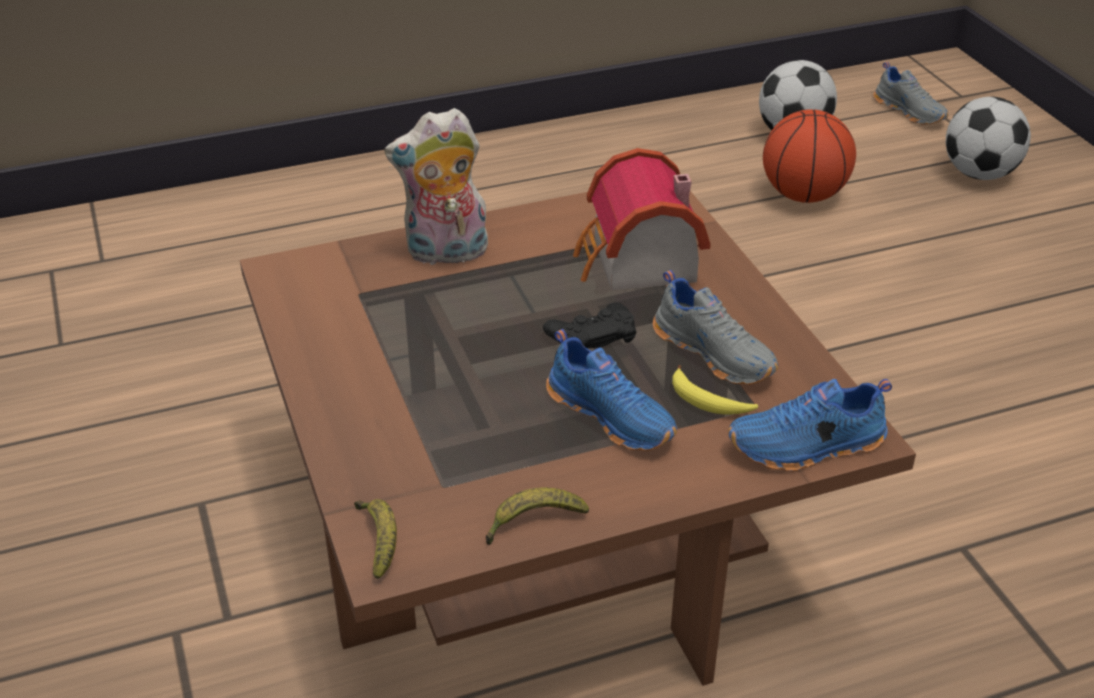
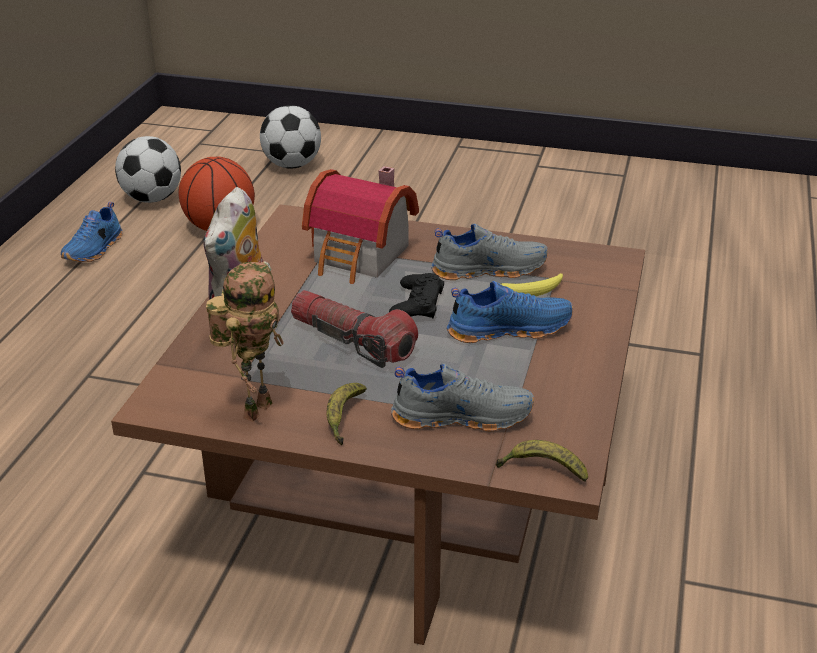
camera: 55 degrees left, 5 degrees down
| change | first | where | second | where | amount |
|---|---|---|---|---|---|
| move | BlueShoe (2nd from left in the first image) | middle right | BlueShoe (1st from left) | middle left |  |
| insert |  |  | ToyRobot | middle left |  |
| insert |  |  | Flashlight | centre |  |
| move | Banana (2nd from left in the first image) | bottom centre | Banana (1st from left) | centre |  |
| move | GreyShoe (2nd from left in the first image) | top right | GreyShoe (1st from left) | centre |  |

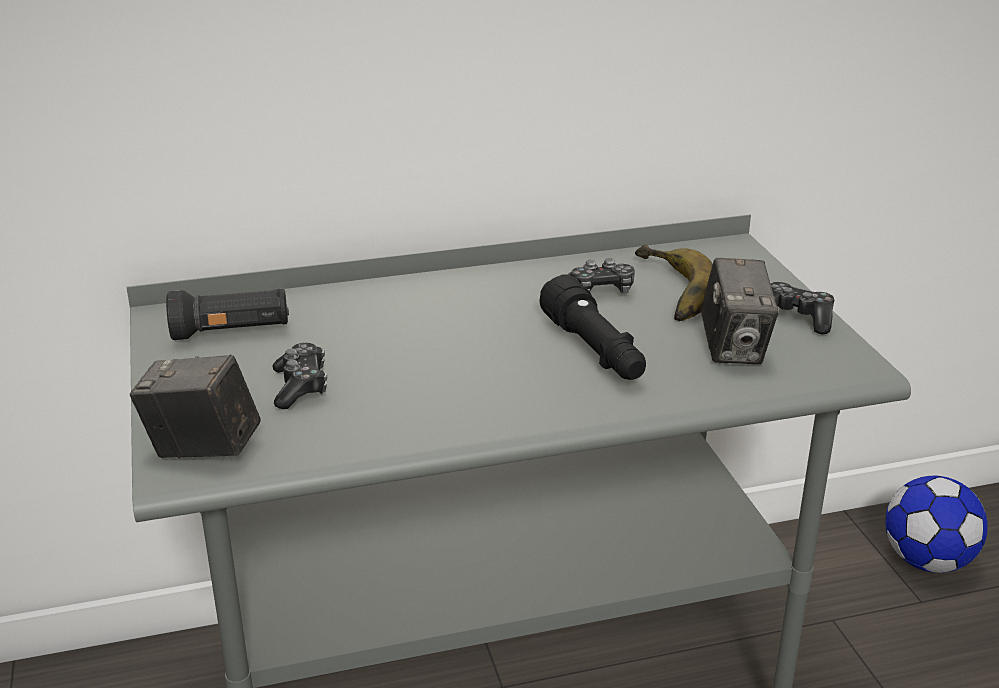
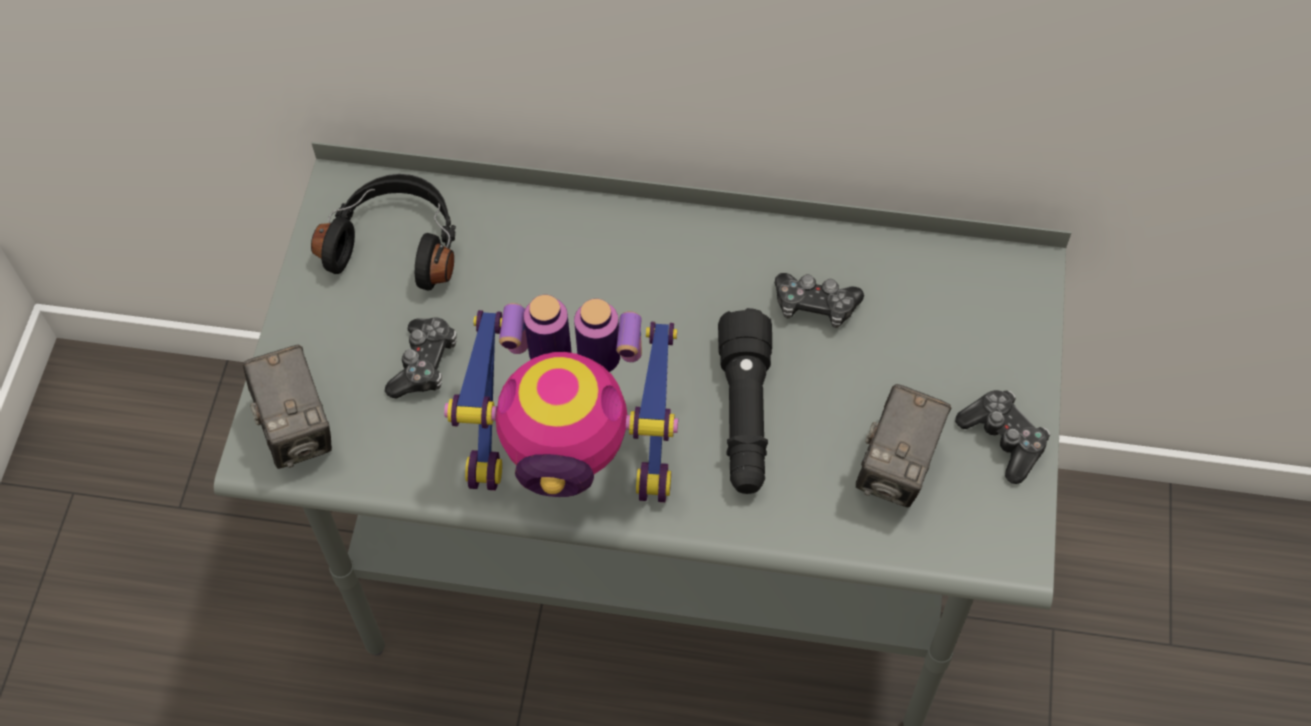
camera: 25 degrees right, 30 degrees up
| change | first | where | second | where | amount |
|---|---|---|---|---|---|
| rotate | PhotoCamera (1st from left) | middle left |  | middle left | 150 degrees counterclockwise |
| replace | BlackFlashlight (1st from left) | middle left | BlackHeadphones | top left |  |
| insert |  |  | ToyRobot | centre |  |
| delete | Banana | middle right |  |  |  |
| delete | Football | bottom right |  |  |  |

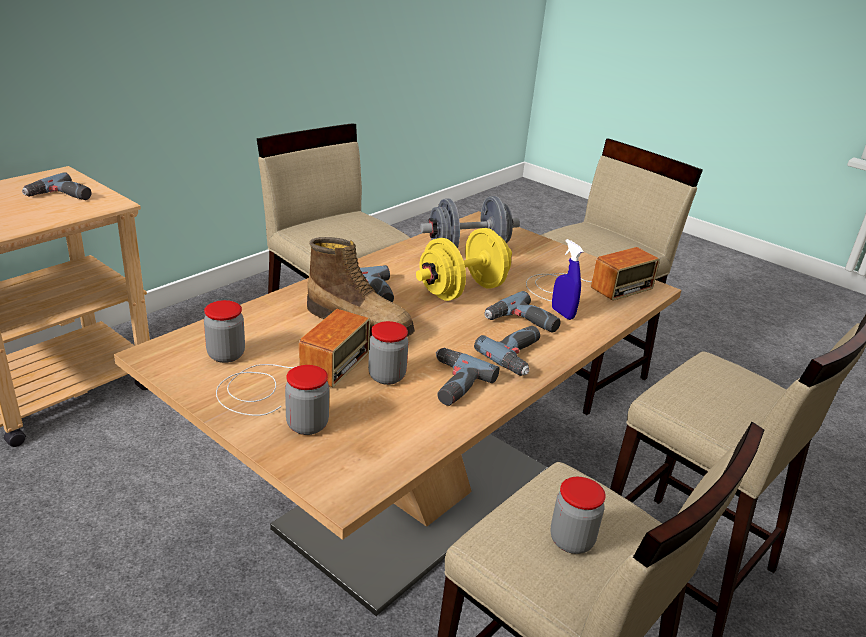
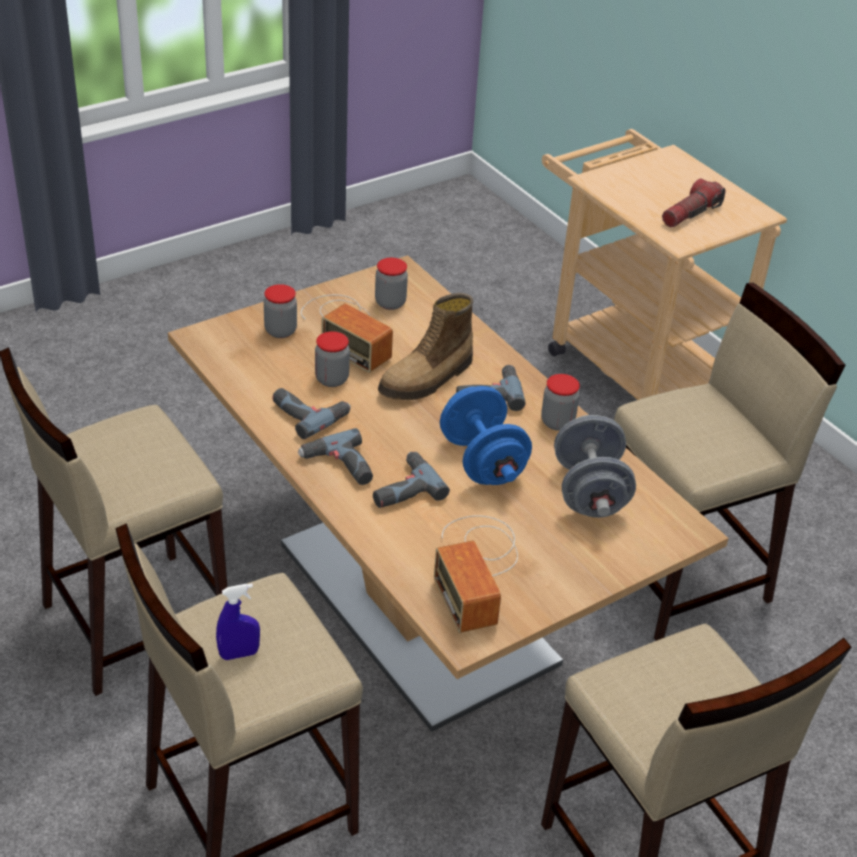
camera: 105 degrees right, 10 degrees up
| change | first | where | second | where | amount |
|---|---|---|---|---|---|
| move | BlueSprayBottle | centre |  | bottom left |  |
| recolor | YellowDumbbell | centre | BlueDumbbell | centre |  |
| move | Jar (4th from left) | bottom right |  | centre |  |
| replace | PowerDrill (1st from left) | top left | Flashlight | top right |  |

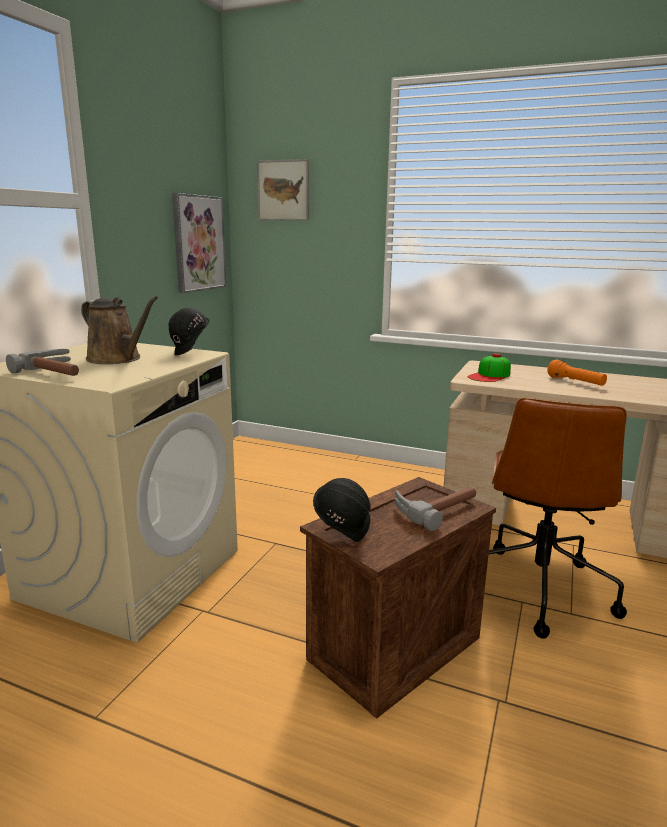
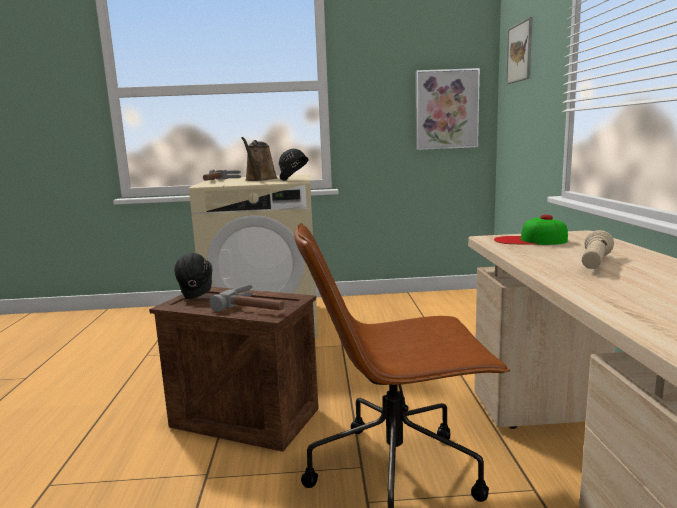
camera: 65 degrees right, 5 degrees down
| change | first | where | second | where | amount |
|---|---|---|---|---|---|
| recolor | OrangeFlashlight | middle right | BeigeFlashlight | middle right |  |

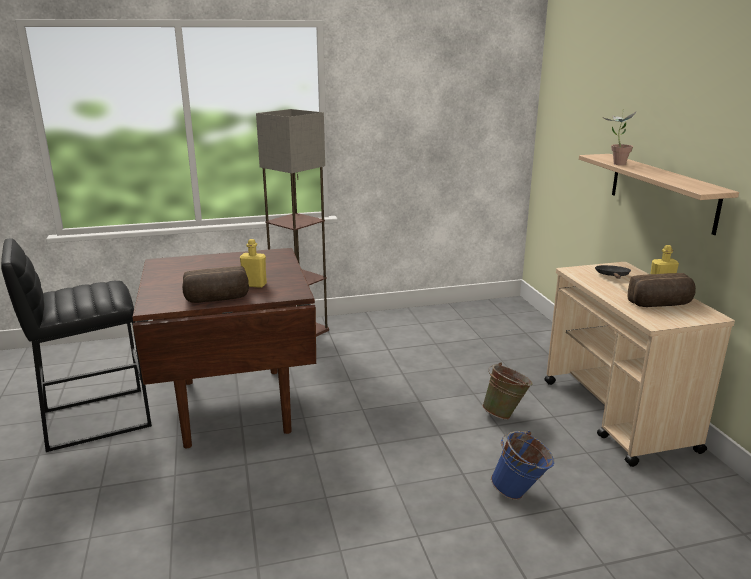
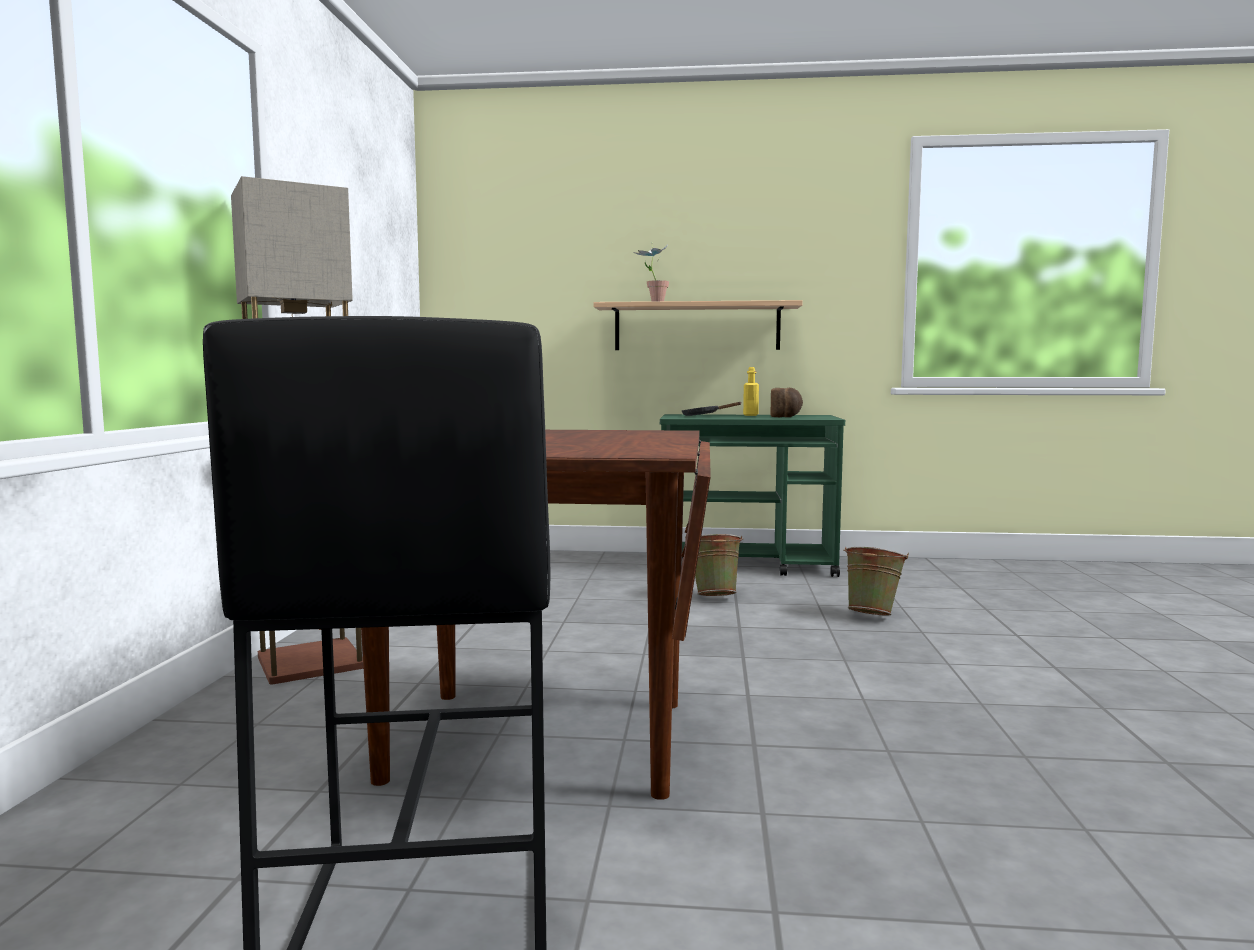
camera: 70 degrees left, 15 degrees down
| change | first | where | second | where | amount |
|---|---|---|---|---|---|
| recolor | BeigeCart | middle right | GreenCart | centre |  |
| recolor | BlueBucket | bottom right | GreenBucket (2nd from left) | middle right |  |
| delete | Bread (1st from left) | middle left |  |  |  |
| delete | YellowBottle (1st from left) | centre |  |  |  |

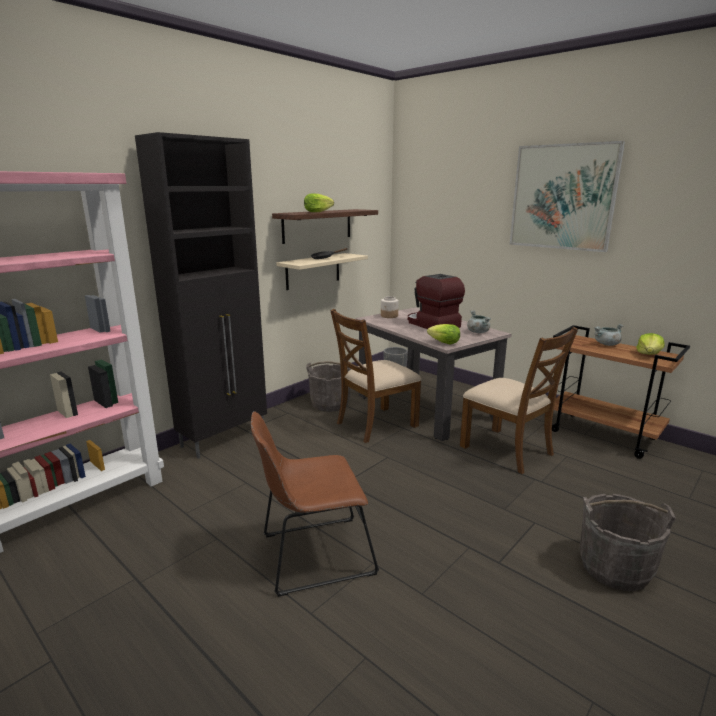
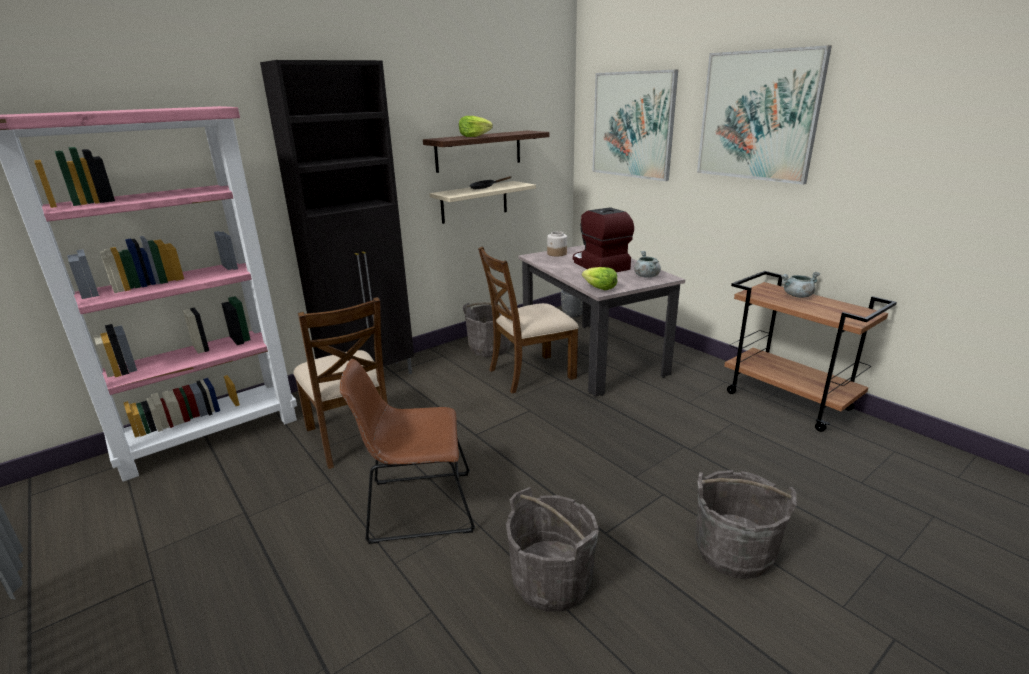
camera: 10 degrees right, 5 degrees up
| change | first | where | second | where | amount |
|---|---|---|---|---|---|
| move | BrownChair (3rd from left in the first image) | middle right | BrownChair (1st from left) | middle left |  |
| insert |  |  | GreyBucket (2nd from left) | bottom centre |  |
| insert |  |  | Picture (1st from left) | top centre |  |
| delete | Lettuce (3rd from left) | middle right |  |  |  |

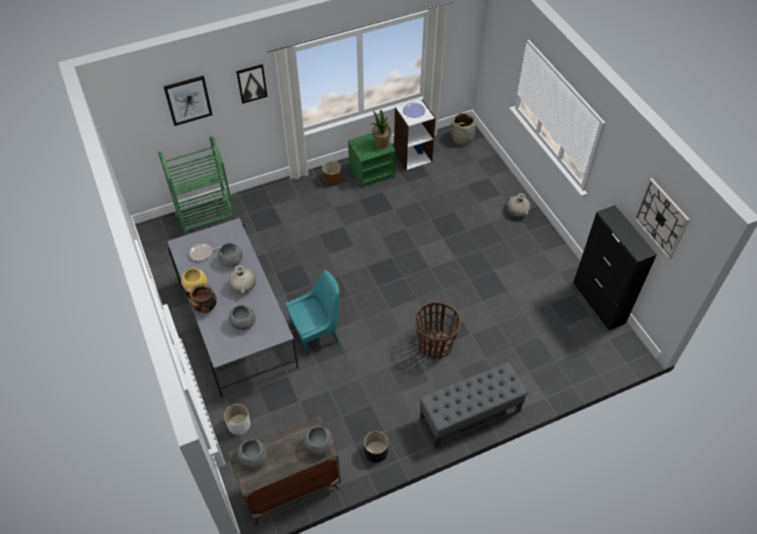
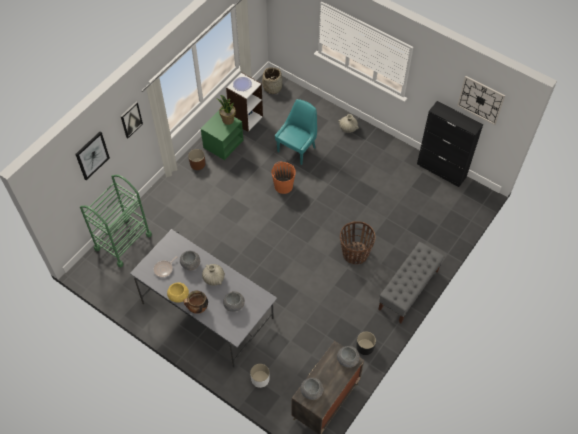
camera: 30 degrees left, 5 degrees up
| change | first | where | second | where | amount |
|---|---|---|---|---|---|
| insert |  |  | OrangeBucket | centre |  |
| move | TurquoiseChair | centre |  | top centre |  |

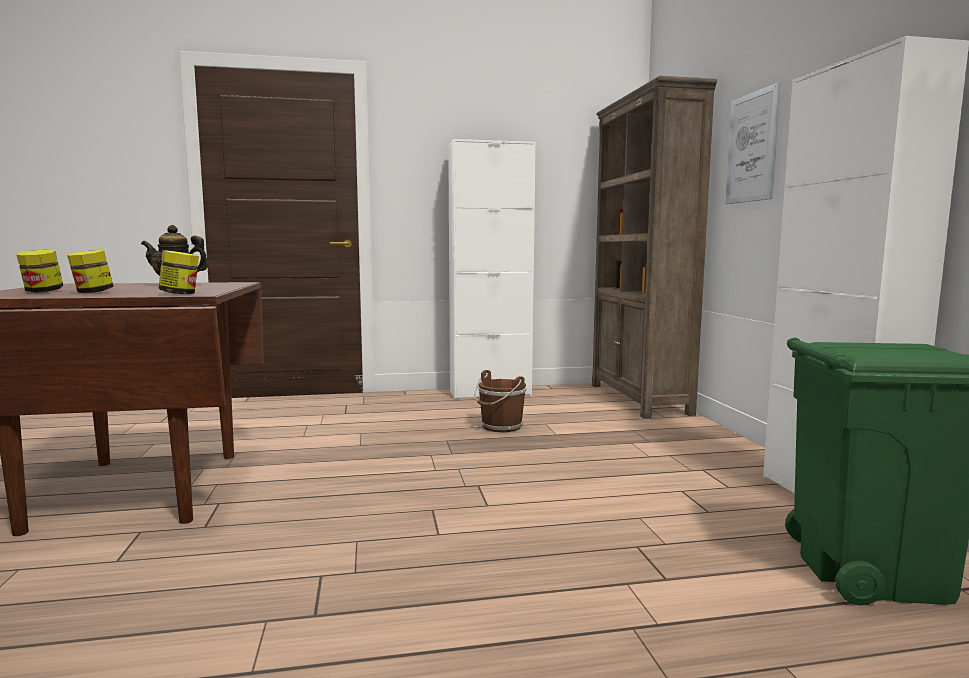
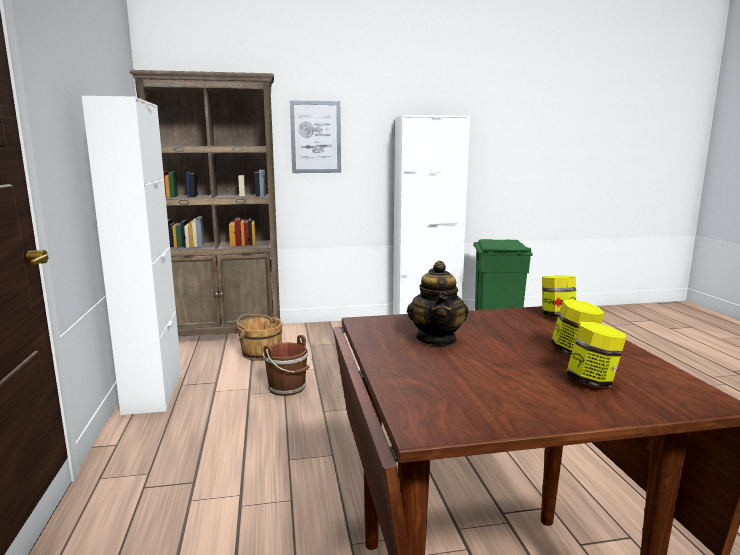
camera: 90 degrees left, 5 degrees up
| change | first | where | second | where | amount |
|---|---|---|---|---|---|
| insert |  |  | BrownBucket (1st from left) | centre |  |

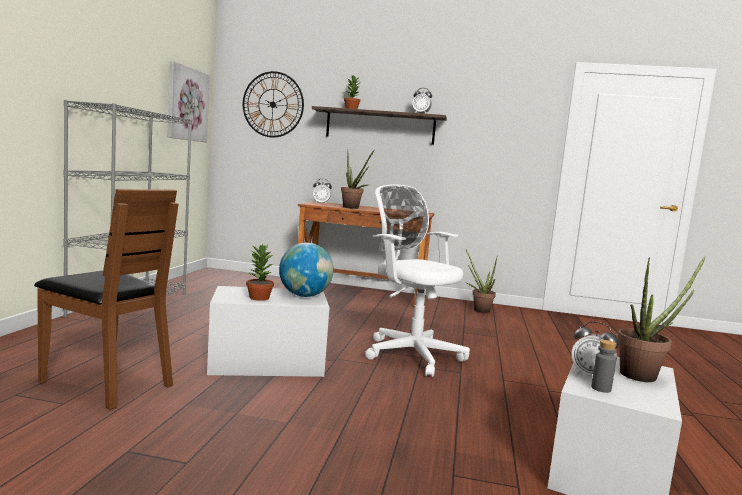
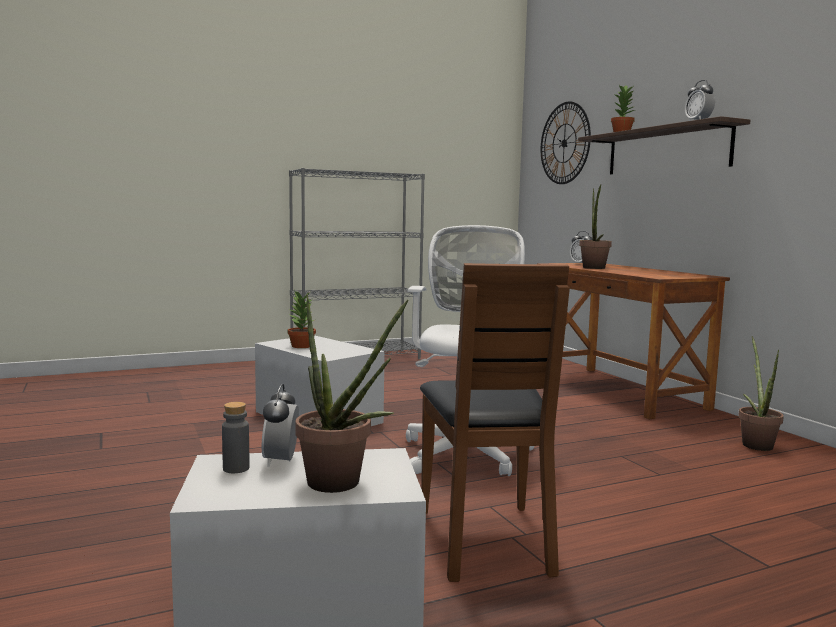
camera: 55 degrees right, 0 degrees up
| change | first | where | second | where | amount |
|---|---|---|---|---|---|
| move | BrownChair | middle left |  | bottom centre |  |
| delete | Picture | top left |  |  |  |
| delete | Globe | centre |  |  |  |

